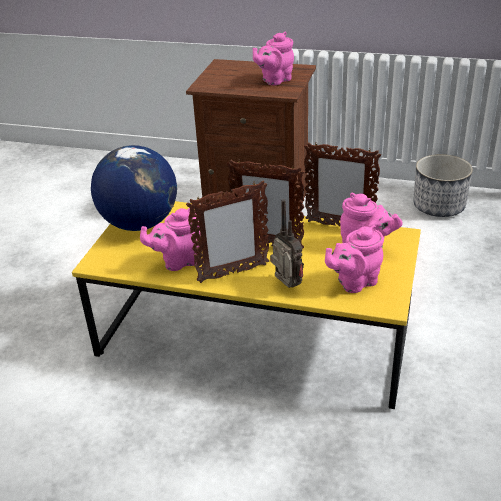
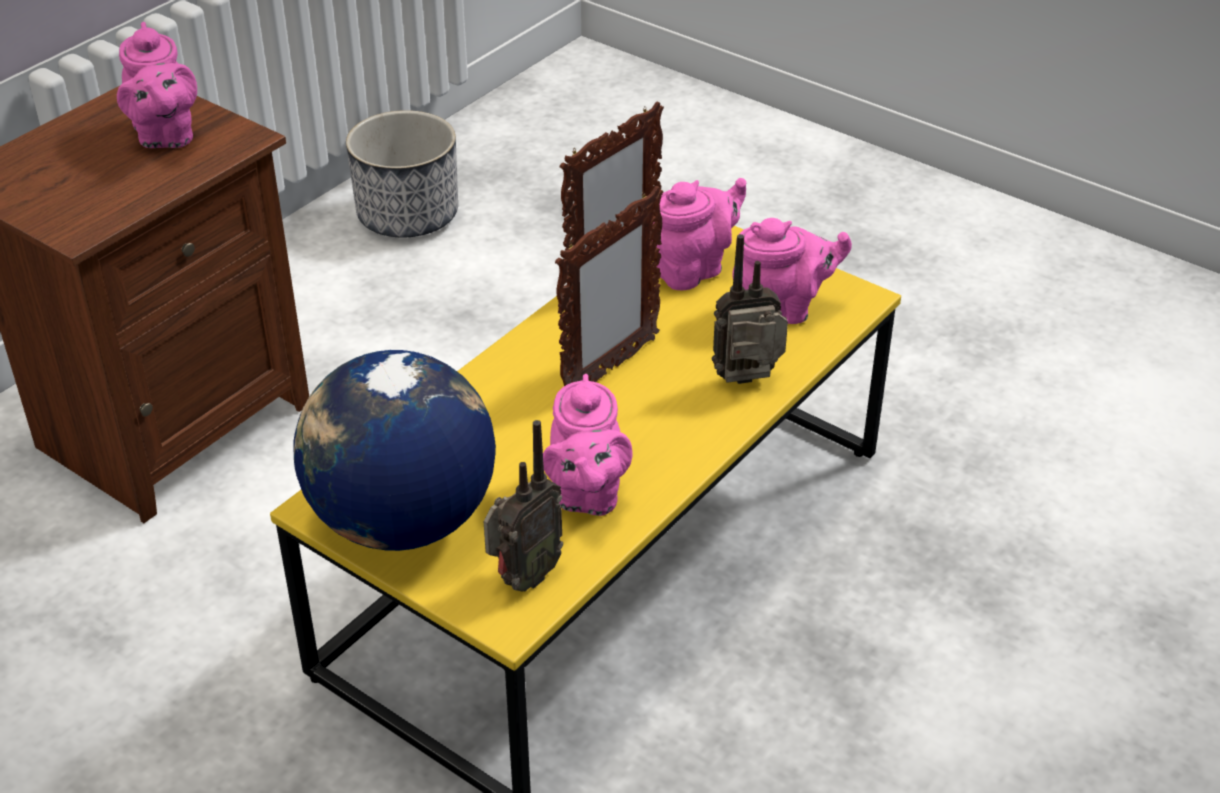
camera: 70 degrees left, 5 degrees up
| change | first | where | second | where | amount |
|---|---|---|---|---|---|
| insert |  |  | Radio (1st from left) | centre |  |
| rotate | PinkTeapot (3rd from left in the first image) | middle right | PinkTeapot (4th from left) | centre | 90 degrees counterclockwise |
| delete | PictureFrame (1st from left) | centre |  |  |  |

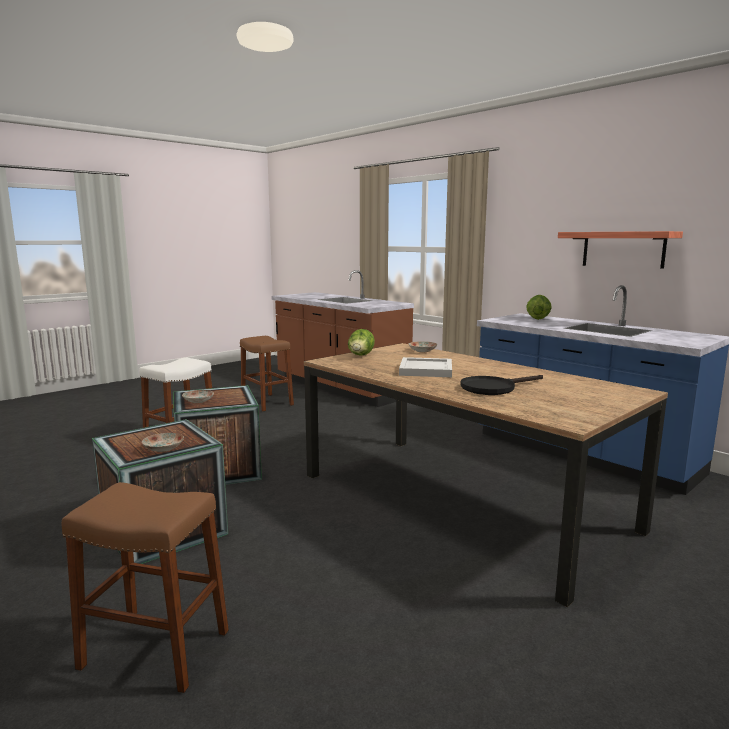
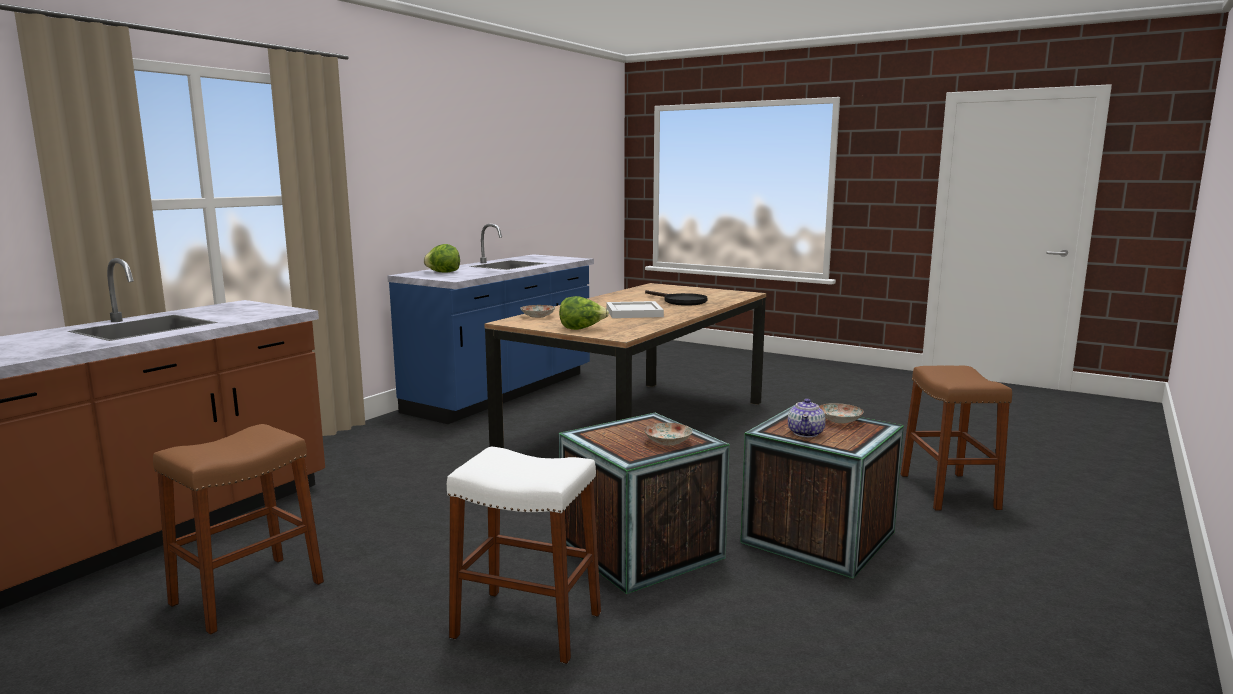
camera: 105 degrees left, 0 degrees up
| change | first | where | second | where | amount |
|---|---|---|---|---|---|
| insert |  |  | Teapot | centre |  |
| delete | Shelf | middle right |  |  |  |

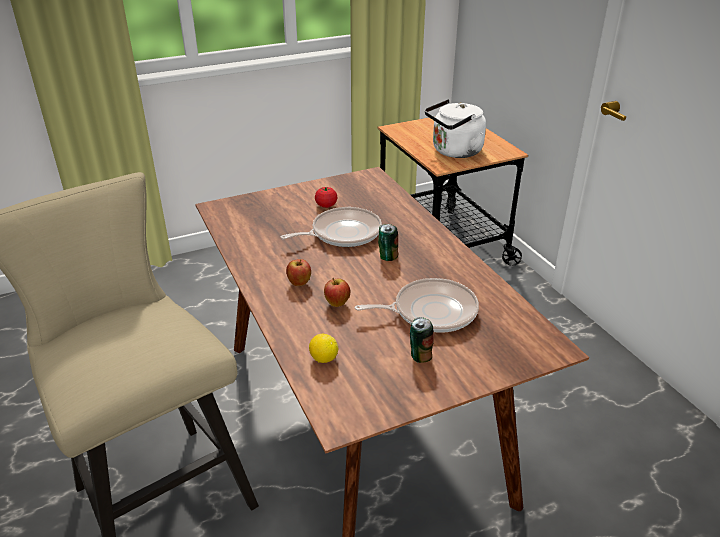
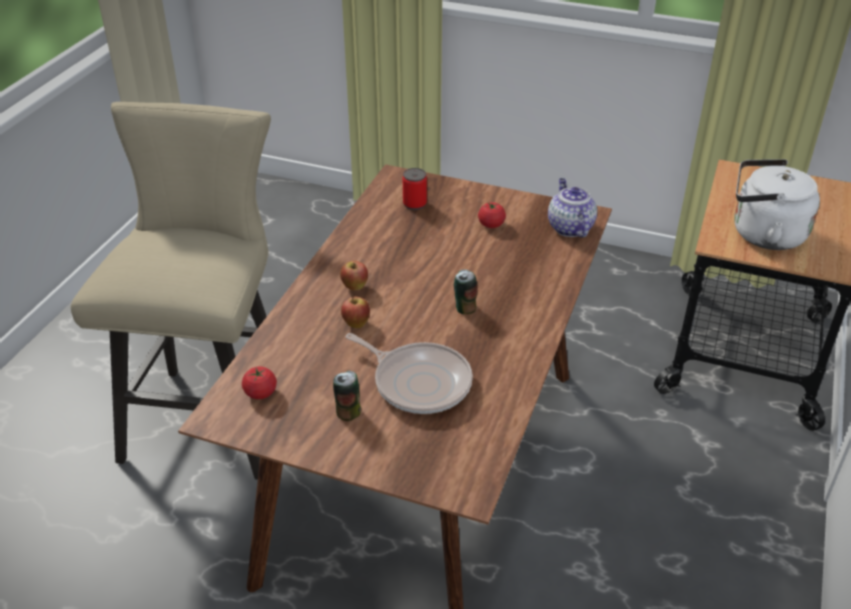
camera: 45 degrees right, 5 degrees up
| change | first | where | second | where | amount |
|---|---|---|---|---|---|
| insert |  |  | Tomato (1st from left) | middle left |  |
| insert |  |  | Can (2nd from left) | top centre |  |
| insert |  |  | Teapot | middle right |  |
| delete | FryingPan (1st from left) | centre |  |  |  |
| delete | Lemon | centre |  |  |  |

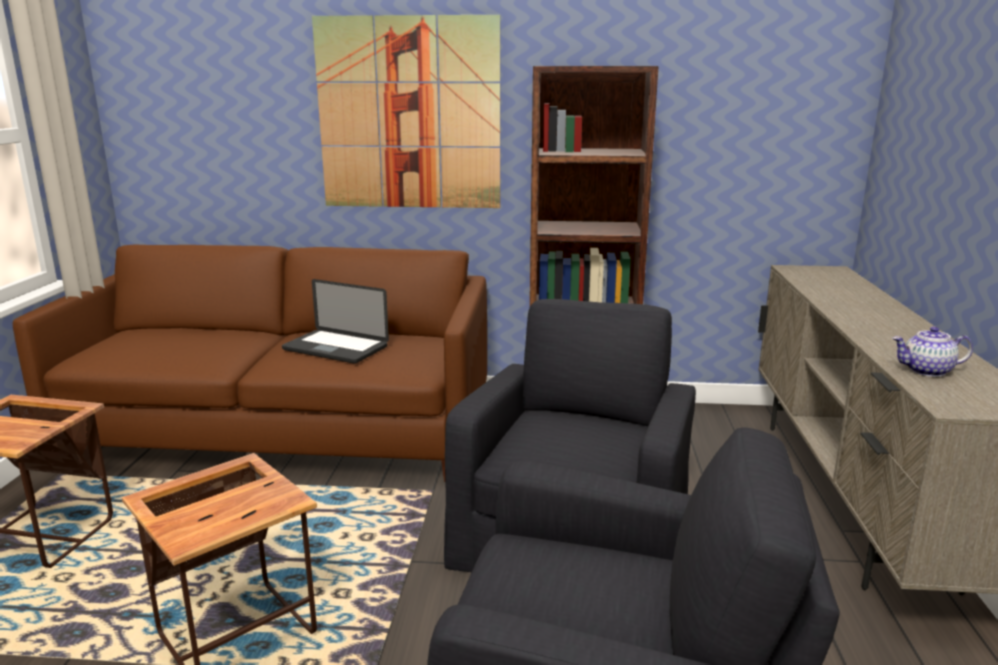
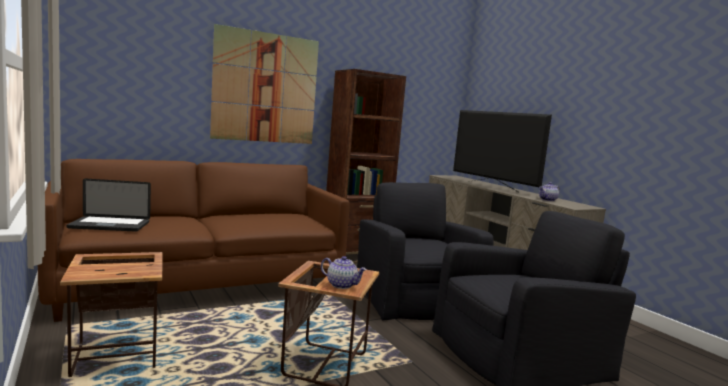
camera: 35 degrees left, 10 degrees down
| change | first | where | second | where | amount |
|---|---|---|---|---|---|
| move | Laptop | centre |  | middle left |  |
| insert |  |  | Teapot (1st from left) | bottom centre |  |
| insert |  |  | Television | middle right |  |

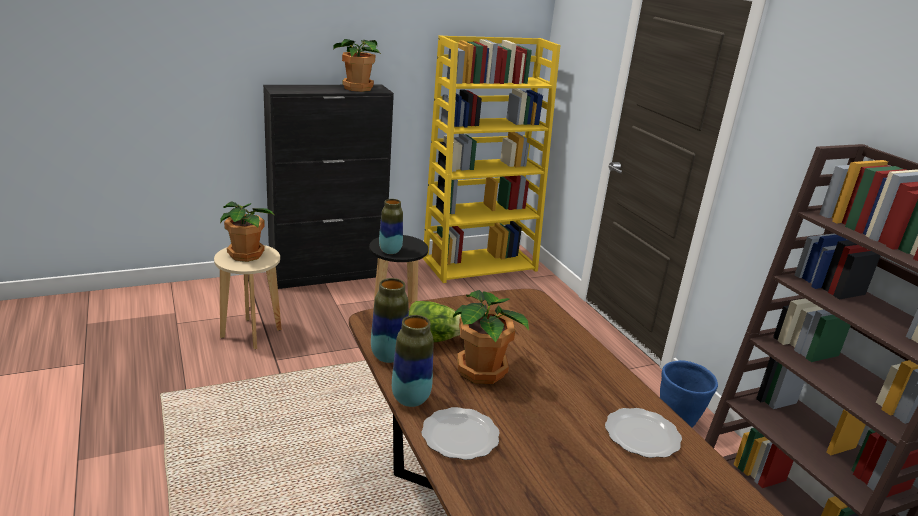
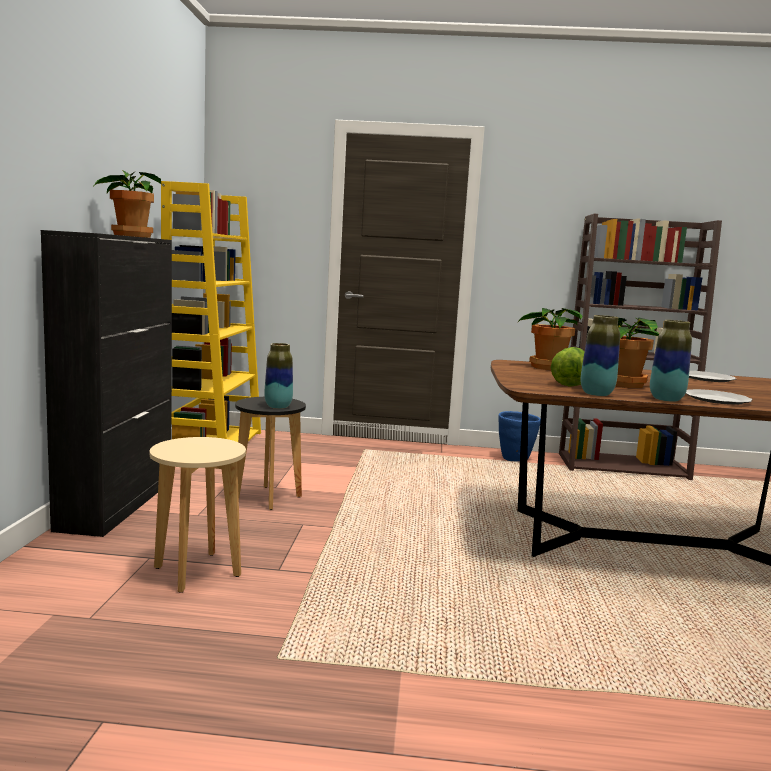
camera: 60 degrees left, 15 degrees down
| change | first | where | second | where | amount |
|---|---|---|---|---|---|
| move | PottedPlant (1st from left in the first image) | middle left | PottedPlant (2nd from left) | middle right |  |

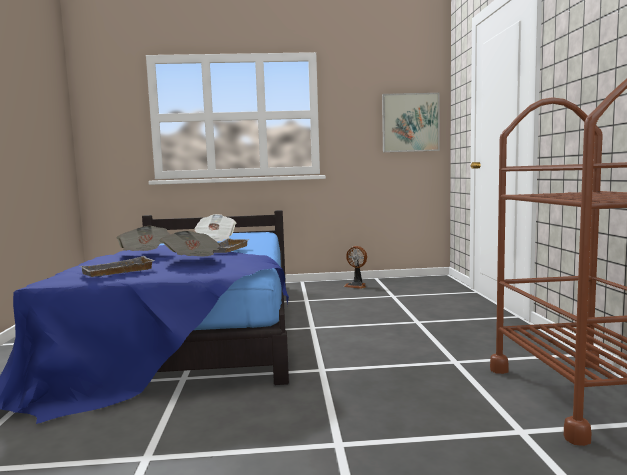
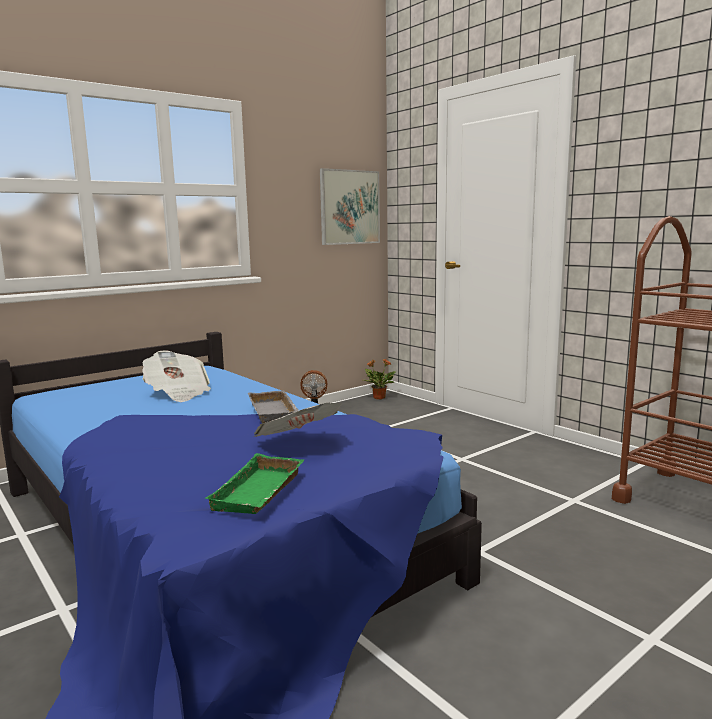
camera: 35 degrees left, 5 degrees up
| change | first | where | second | where | amount |
|---|---|---|---|---|---|
| recolor | GreyTray (1st from left) | middle left | GreenTray | bottom centre |  |
| insert |  |  | PottedPlant | centre |  |
| delete | Newspaper (1st from left) | middle left |  |  |  |

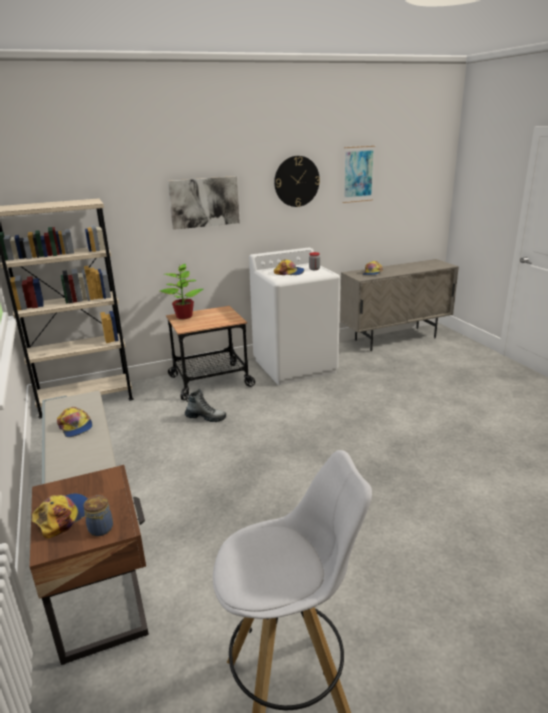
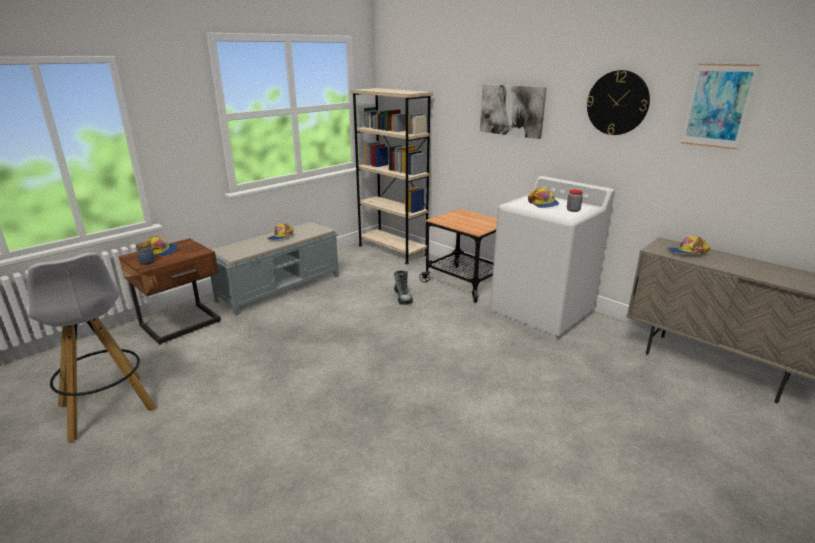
camera: 65 degrees right, 0 degrees up
| change | first | where | second | where | amount |
|---|---|---|---|---|---|
| delete | PottedPlant | middle left |  |  |  |

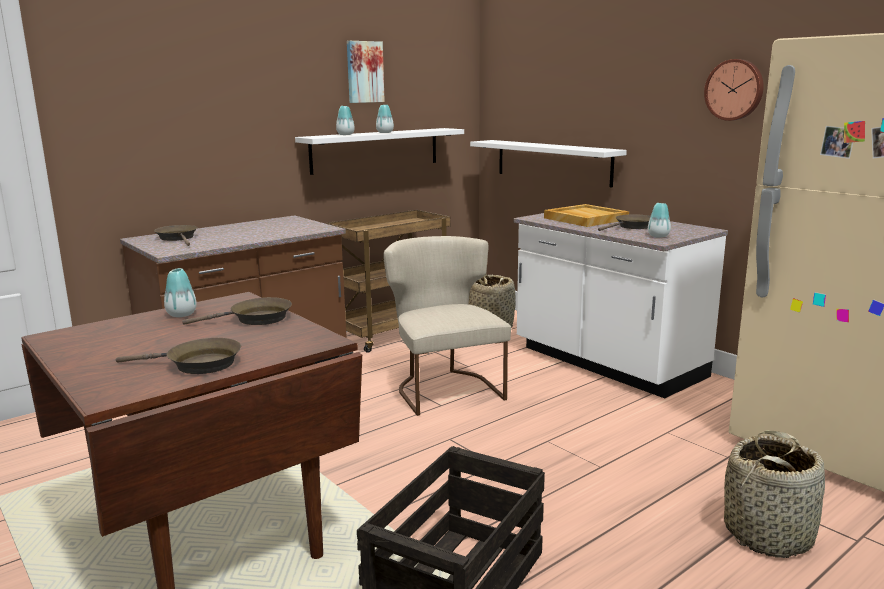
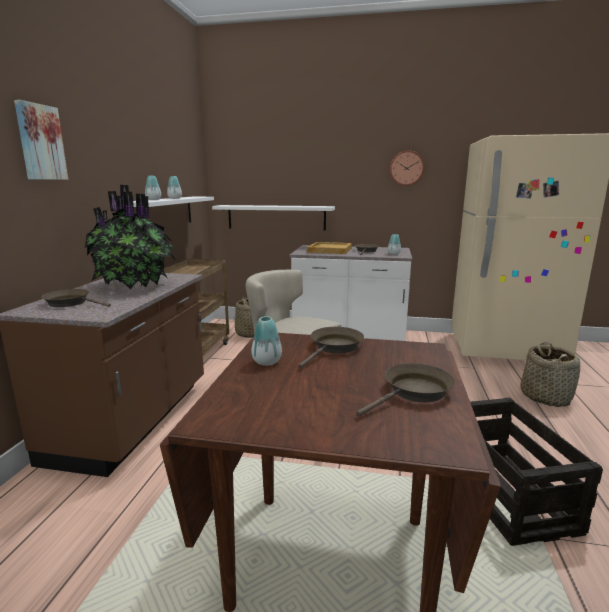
camera: 40 degrees left, 0 degrees up
| change | first | where | second | where | amount |
|---|---|---|---|---|---|
| move | Picture | top centre |  | top left |  |
| insert |  |  | PottedPlant | middle left |  |

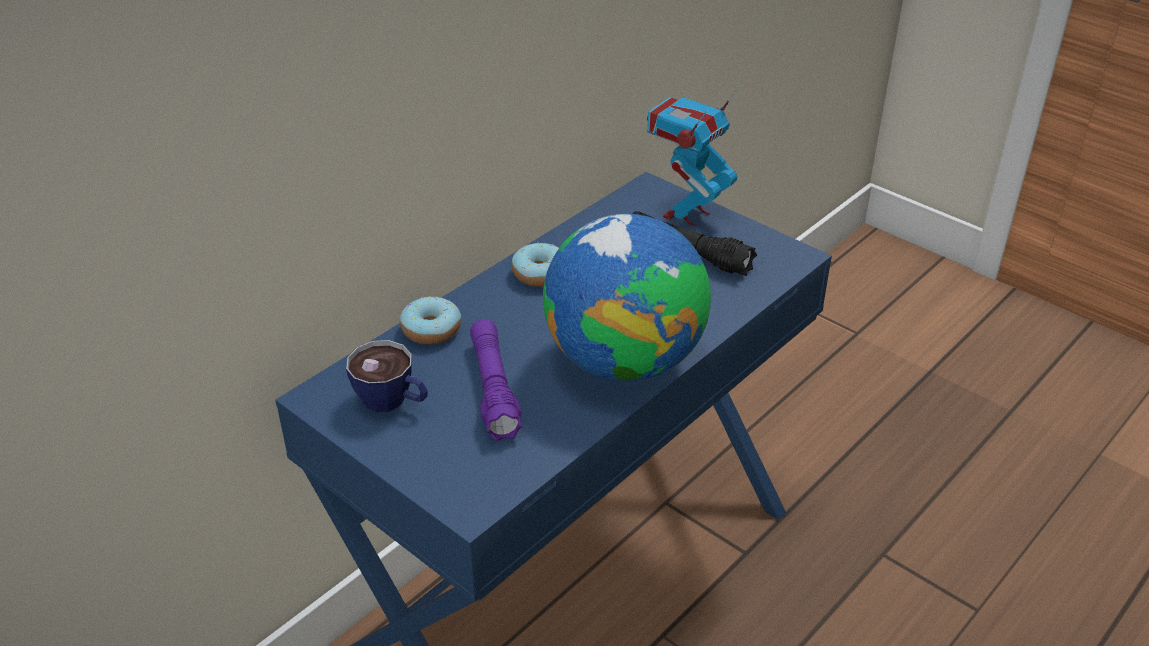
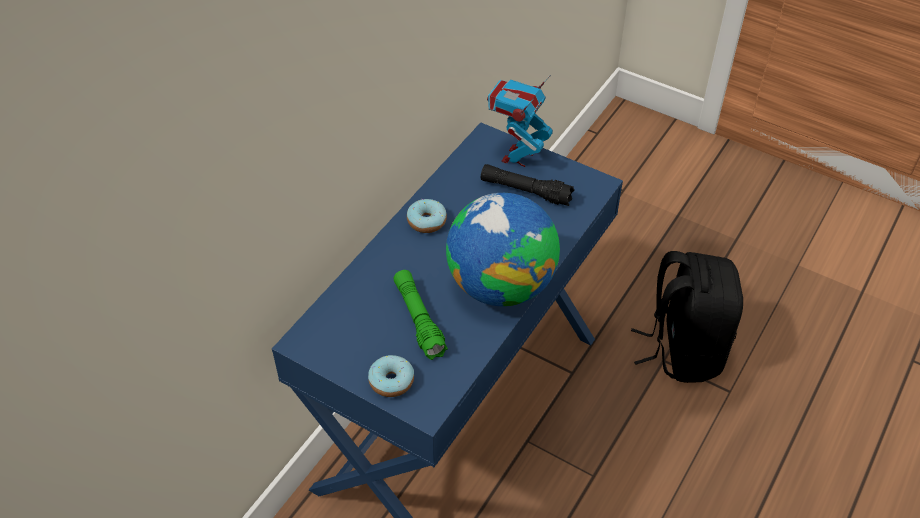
camera: 10 degrees left, 10 degrees up
| change | first | where | second | where | amount |
|---|---|---|---|---|---|
| move | Donut (1st from left) | centre |  | bottom centre |  |
| recolor | PurpleFlashlight | centre | GreenFlashlight | centre |  |
| insert |  |  | BlackBackpack | middle right |  |
| delete | Cup | centre |  |  |  |

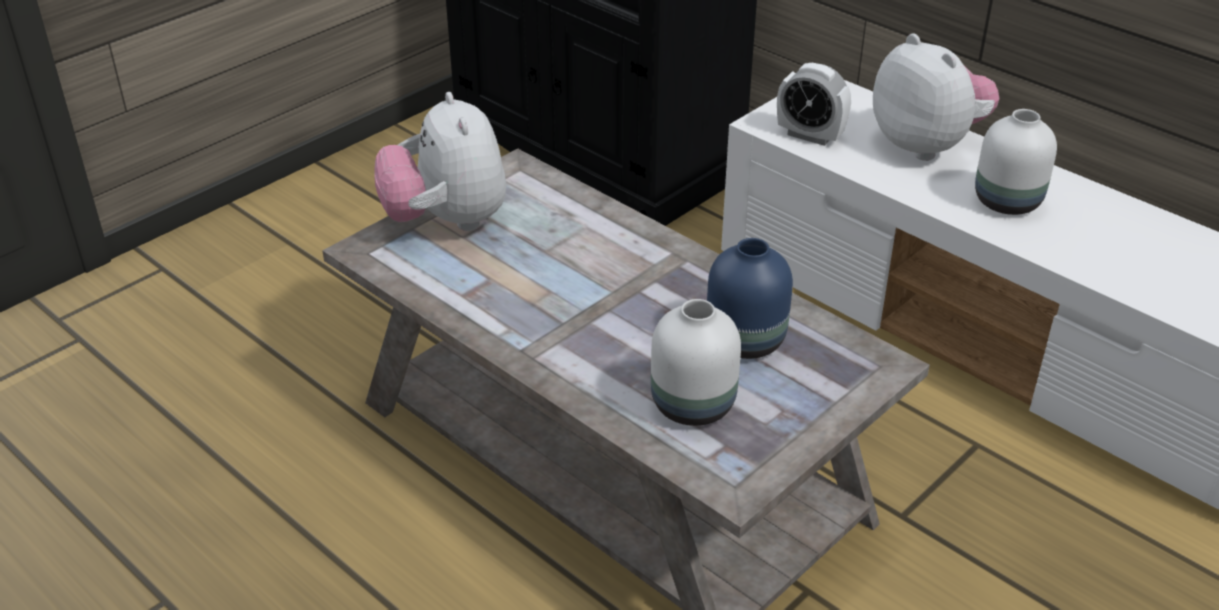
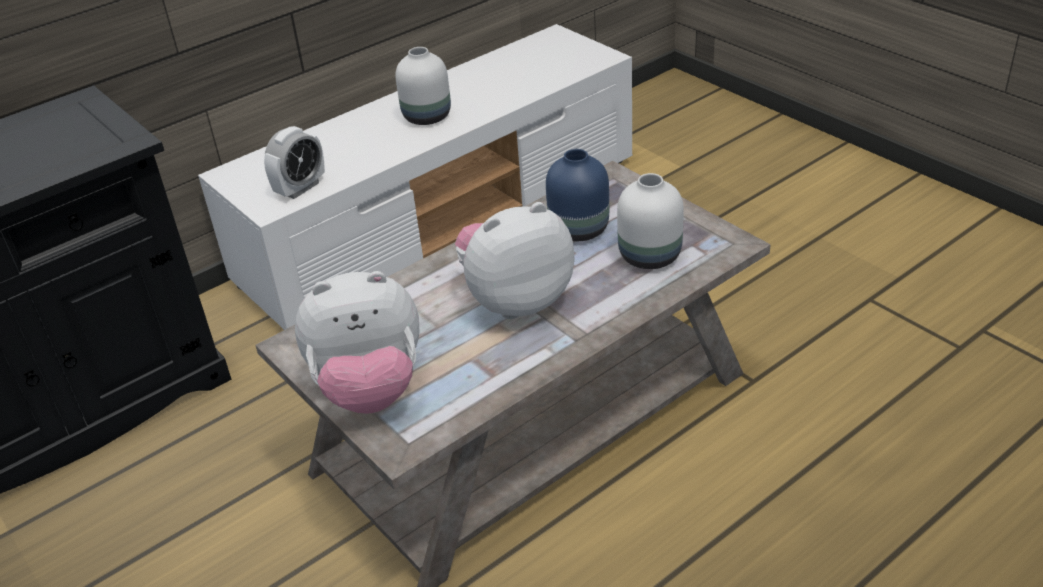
camera: 80 degrees left, 0 degrees up
| change | first | where | second | where | amount |
|---|---|---|---|---|---|
| move | PlushToy (2nd from left) | top right |  | centre |  |

